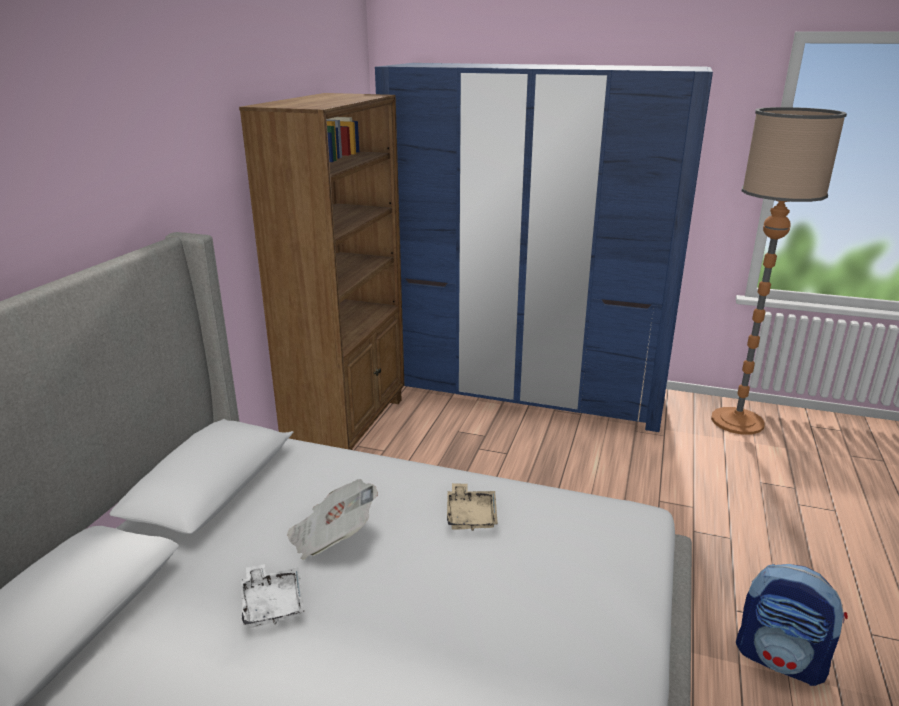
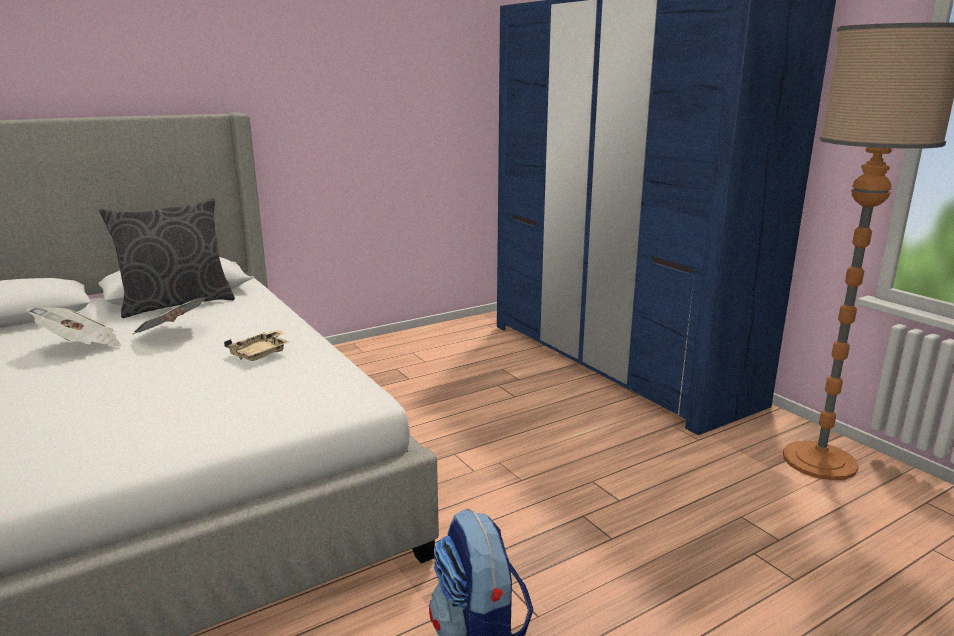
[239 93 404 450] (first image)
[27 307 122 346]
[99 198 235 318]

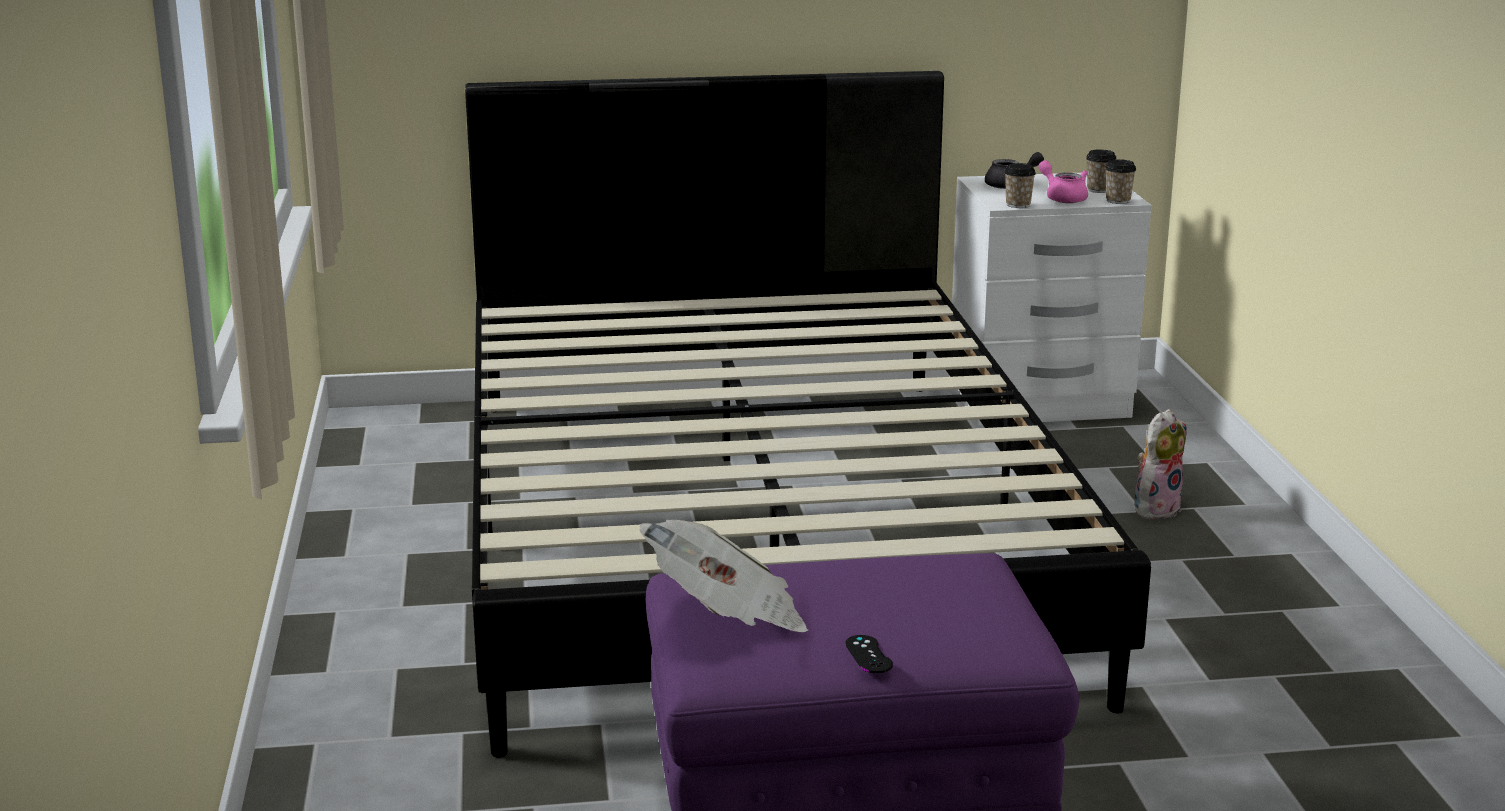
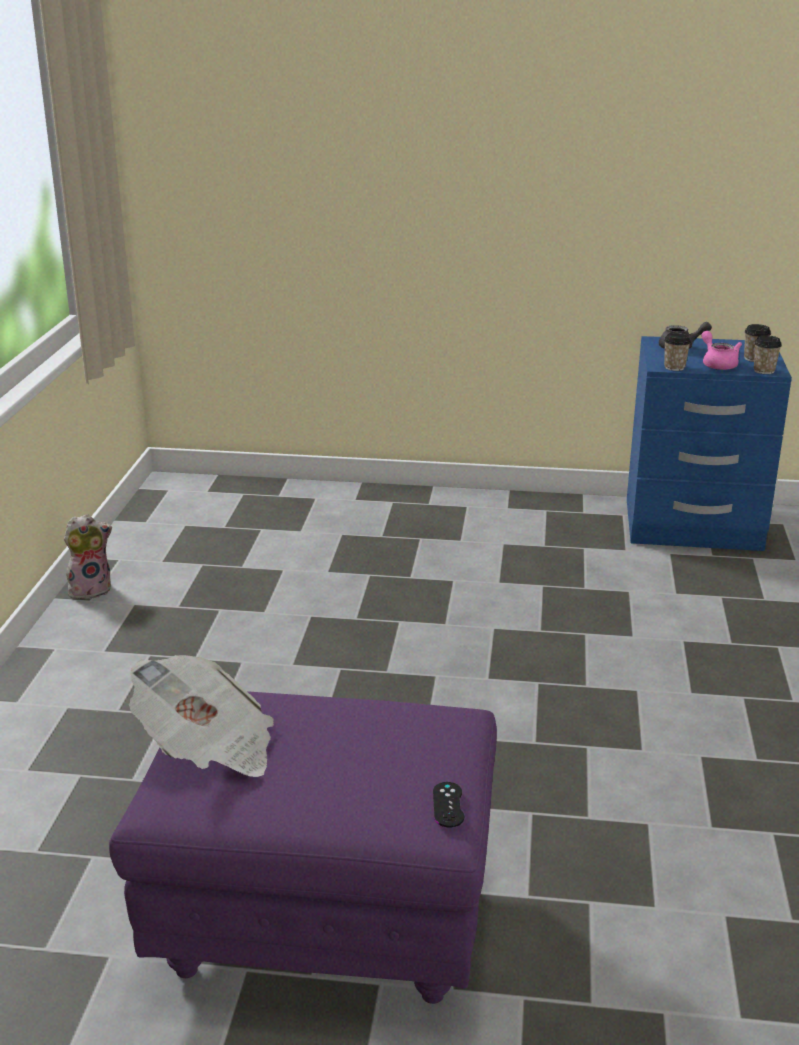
[465 71 1151 758] (first image)
[433 782 464 828]
[627 336 792 551]
[64 514 112 599]

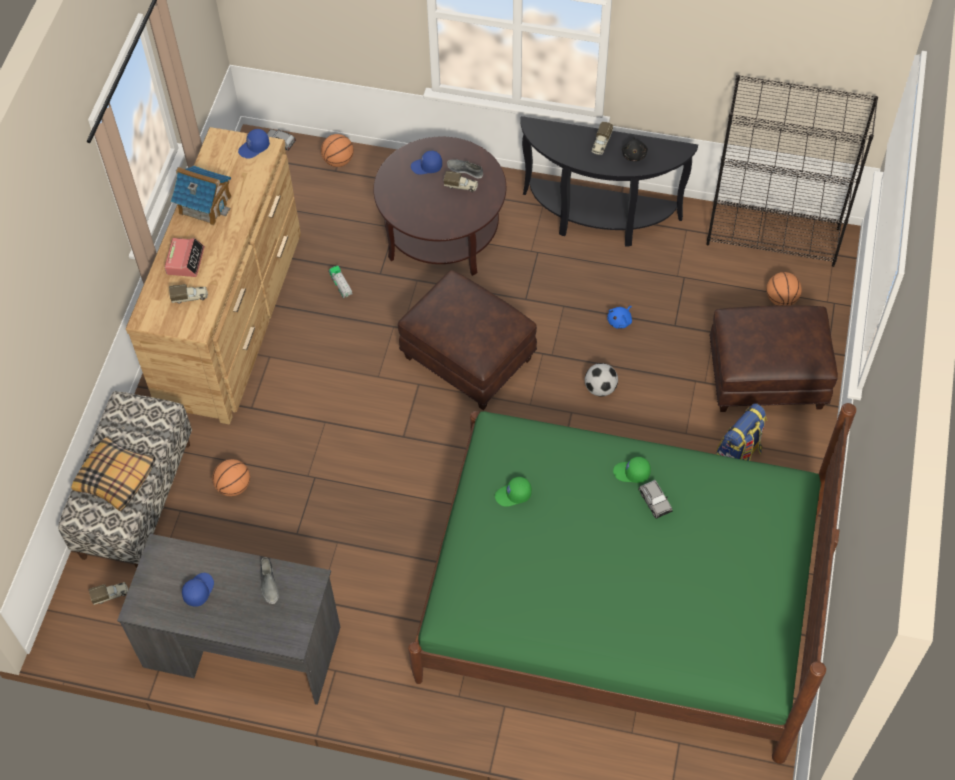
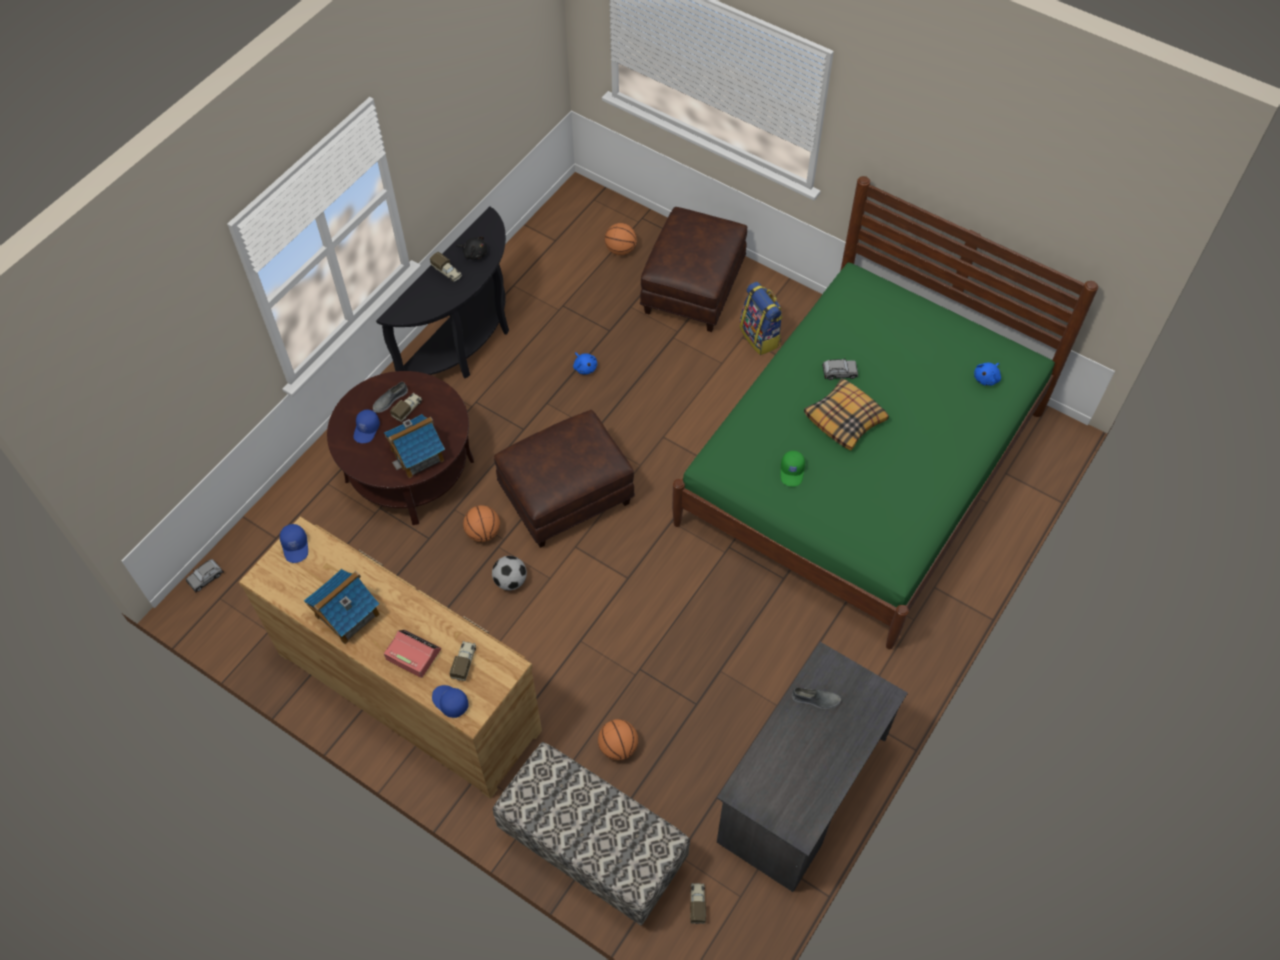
[804 378 889 450]
[432 685 468 718]
[463 505 500 542]
[328 266 352 298] (first image)
[492 556 527 590]
[613 457 651 483] (first image)
[706 75 878 267] (first image)
[384 414 445 478]
[974 363 1001 386]

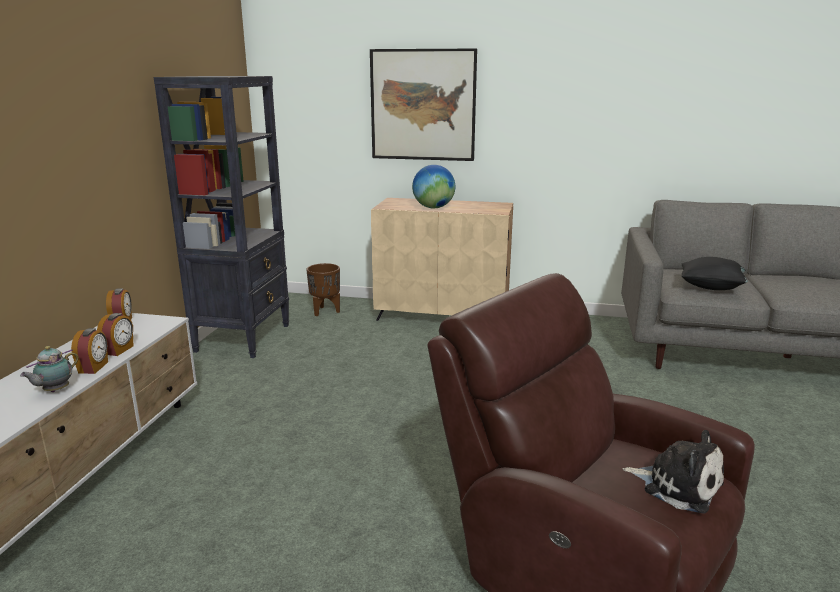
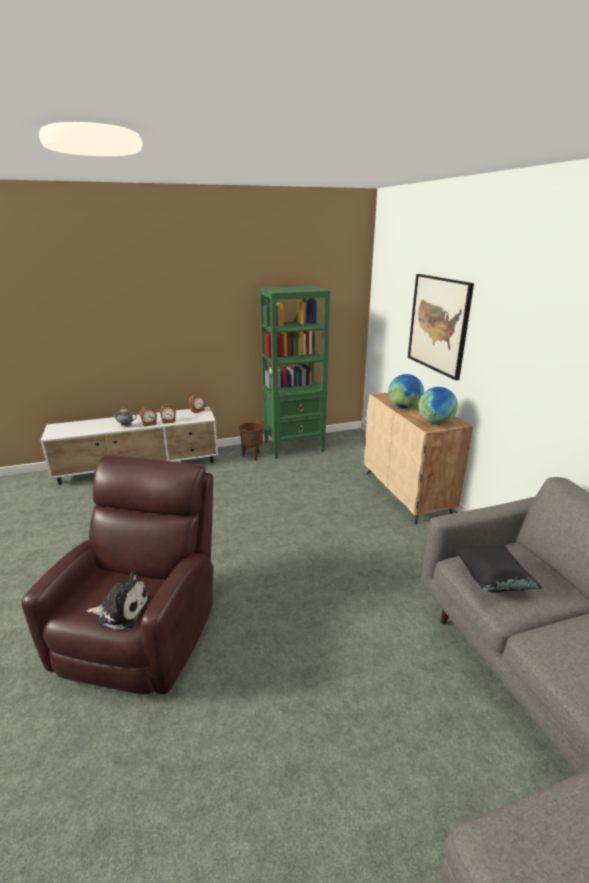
[259 285 330 459]
[240 422 263 460]
[87 571 150 630]
[418 387 458 425]

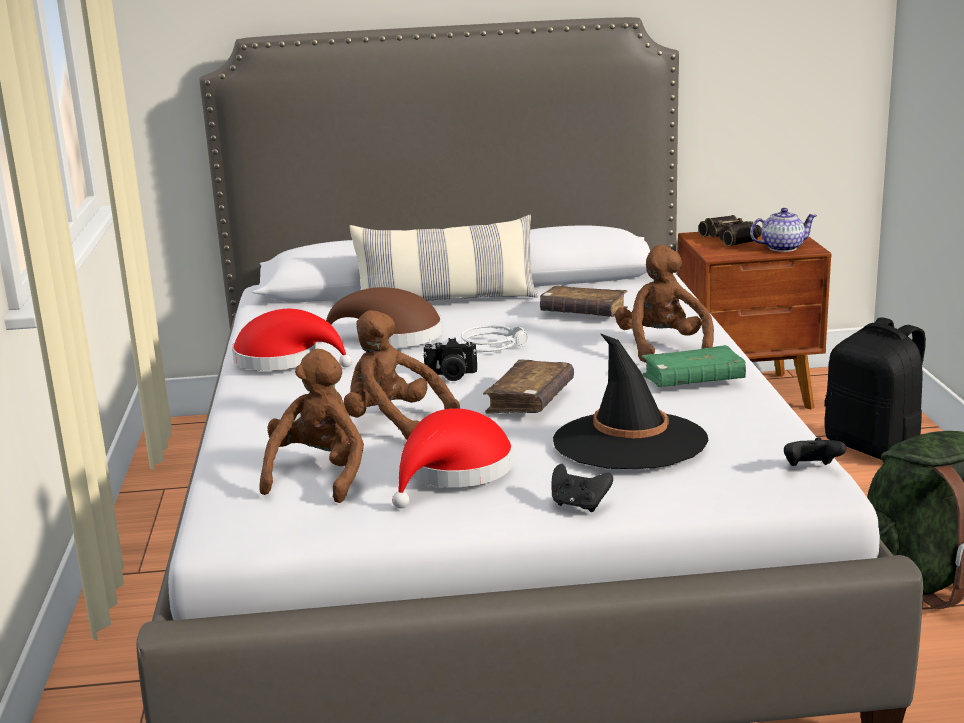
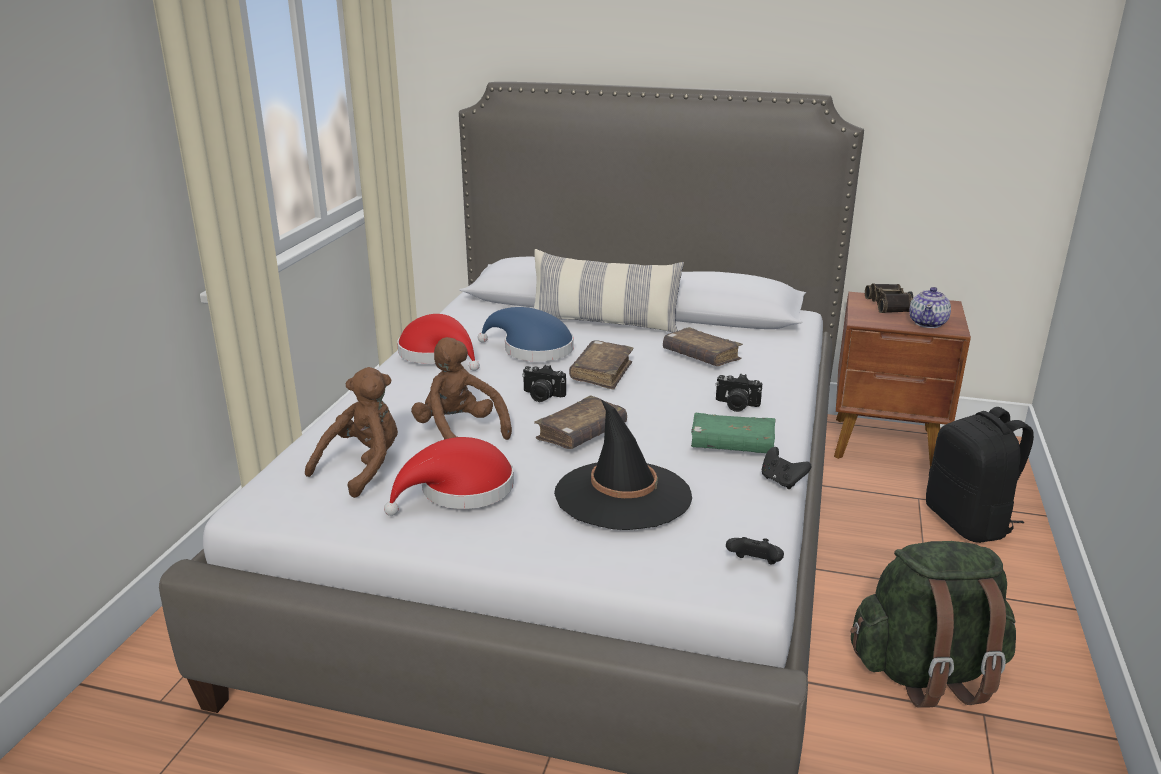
[478 307 574 362]
[569 340 634 390]
[762 447 811 489]
[716 374 762 412]
[909 287 951 328]

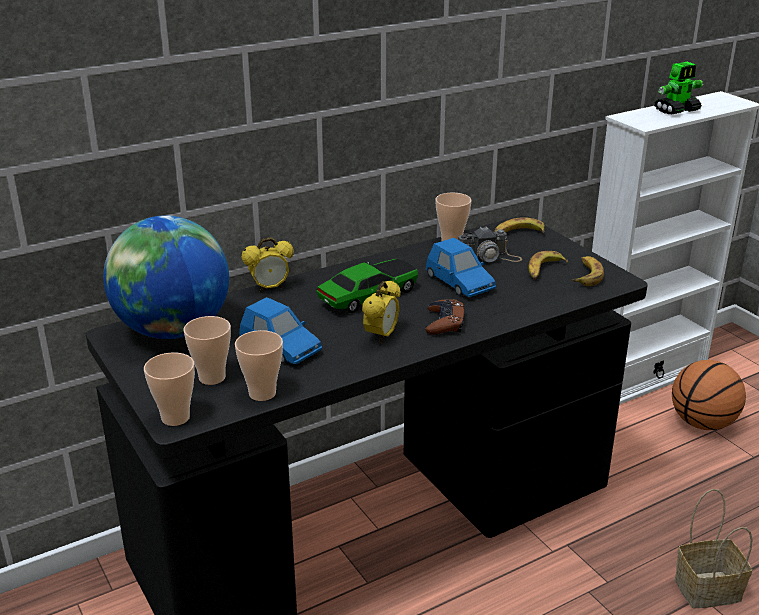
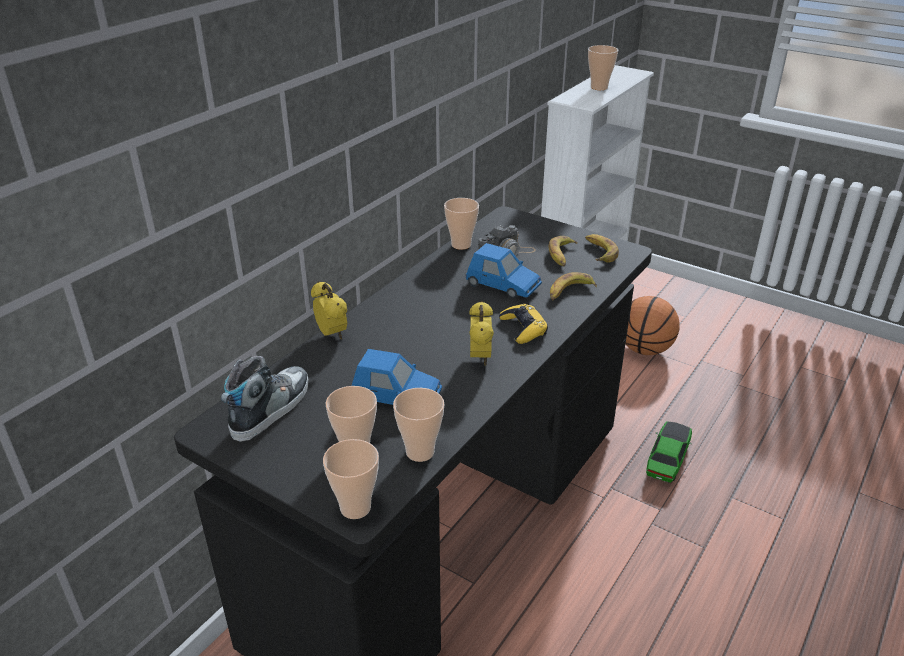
[221 356 309 442]
[311 281 347 339]
[646 422 692 483]
[499 304 548 344]
[550 272 597 300]
[588 45 618 90]
[675 489 753 608] (first image)

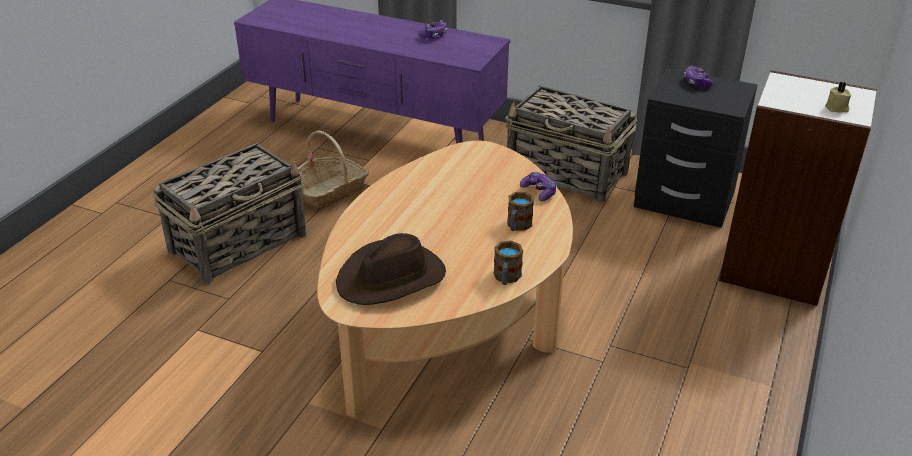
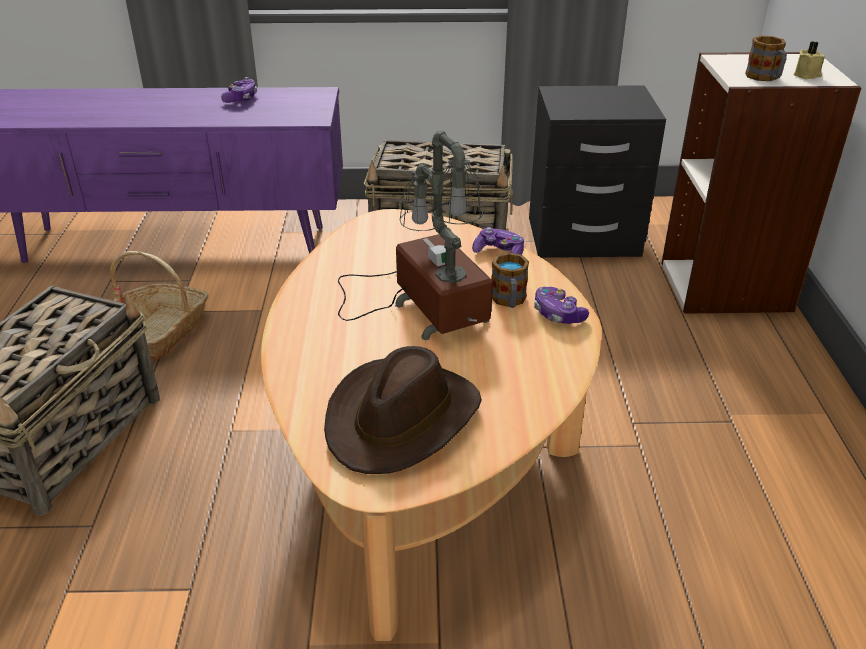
[745 36 787 81]
[534 287 589 324]
[338 131 493 340]

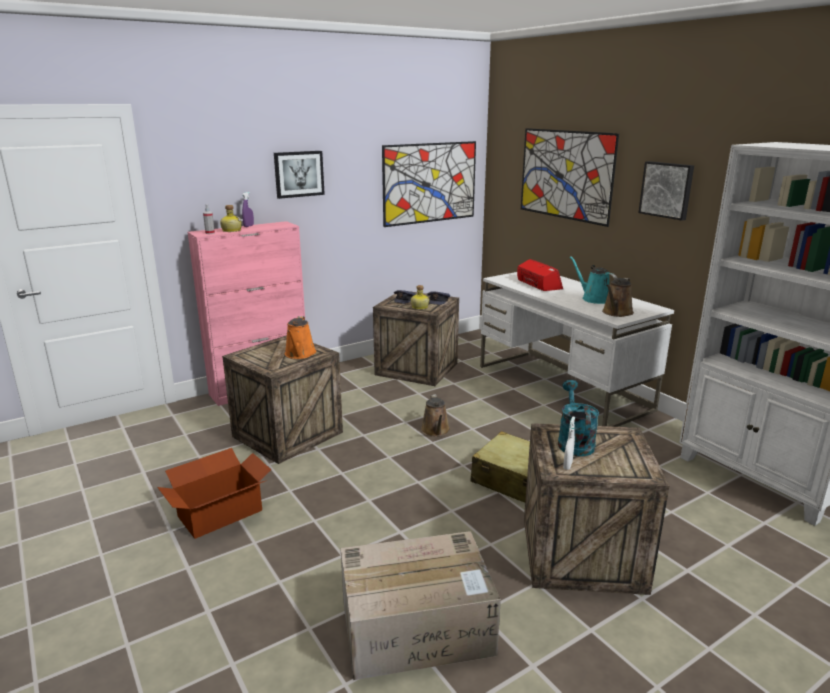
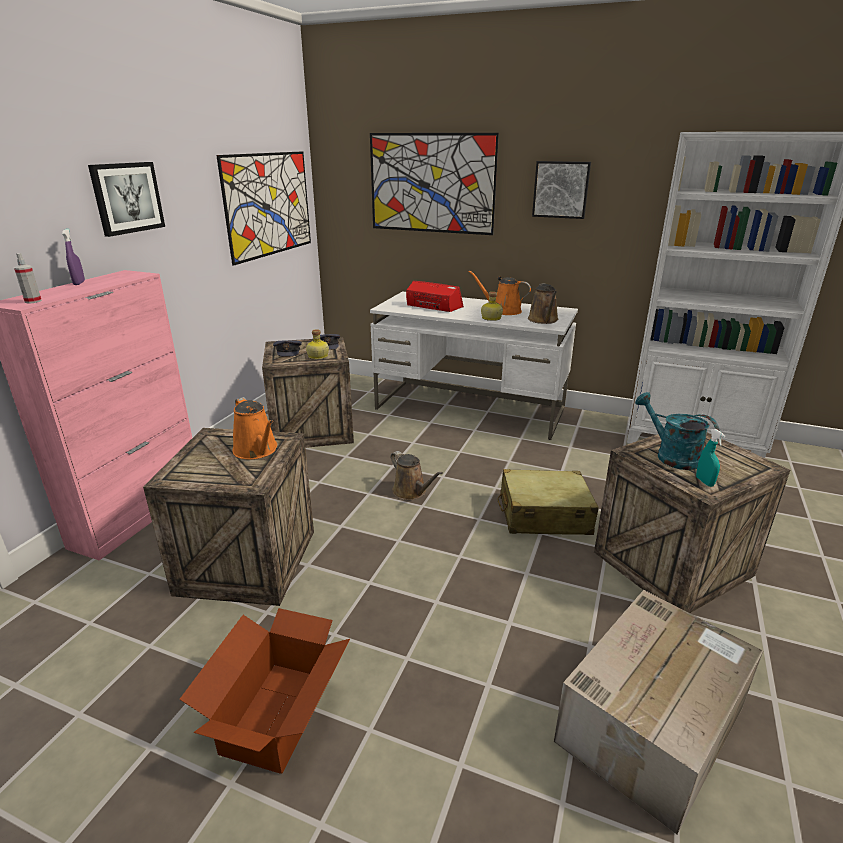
[481 292 503 321]
[696 429 725 487]
[468 271 531 315]

